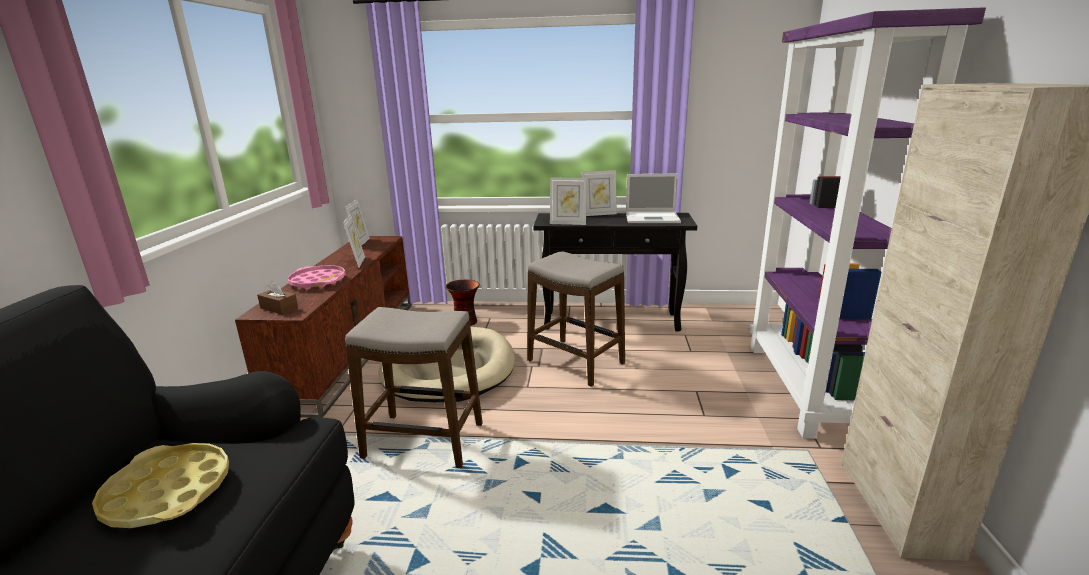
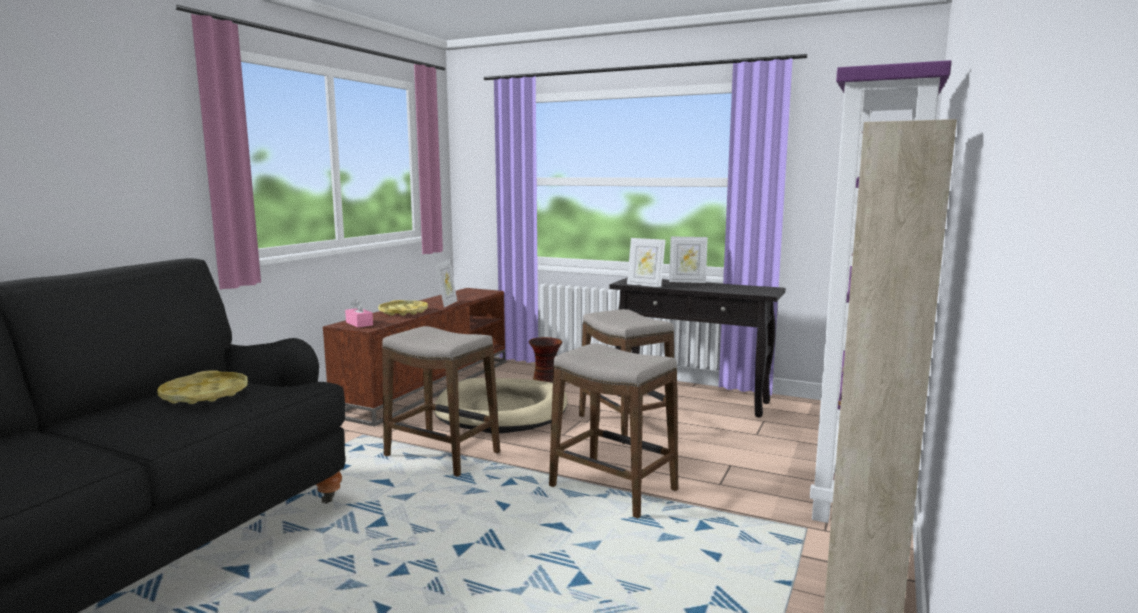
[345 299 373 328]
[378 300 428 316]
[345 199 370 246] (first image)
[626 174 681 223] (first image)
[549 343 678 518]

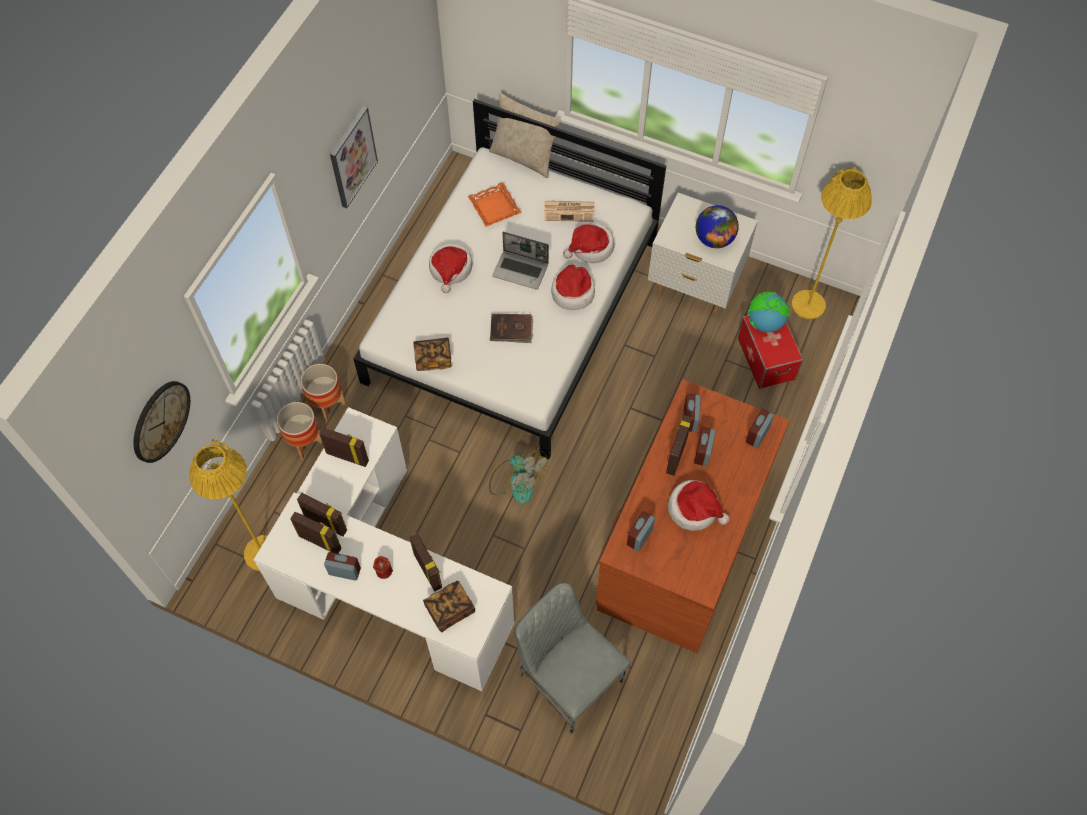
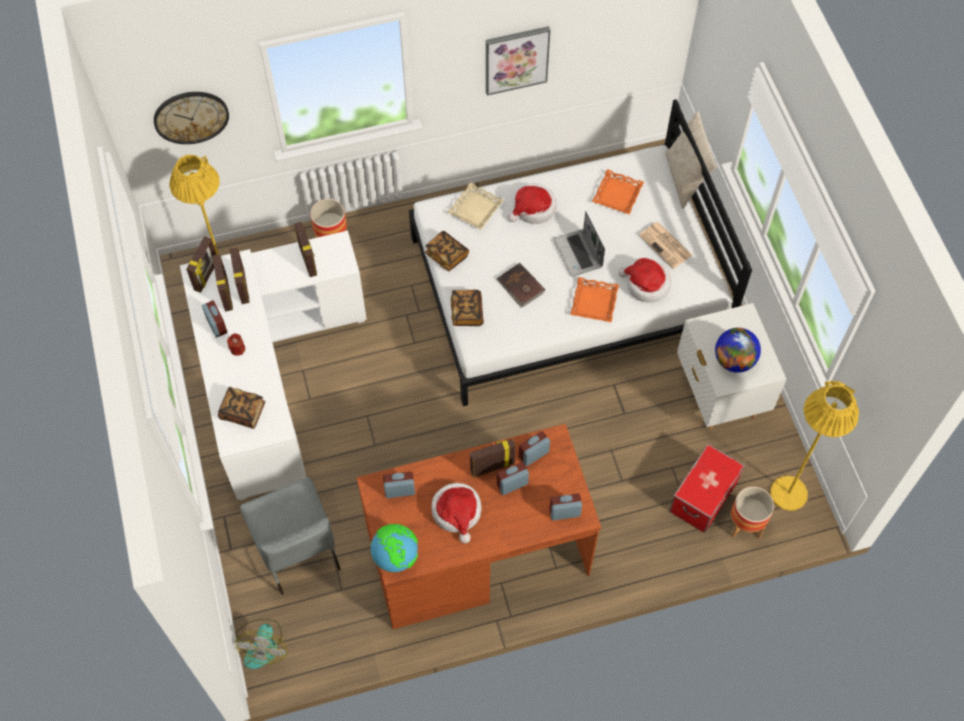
[730 486 774 539]
[186 236 216 293]
[235 619 288 669]
[240 477 341 595]
[570 277 619 323]
[371 524 418 572]
[447 182 504 230]
[451 290 484 326]

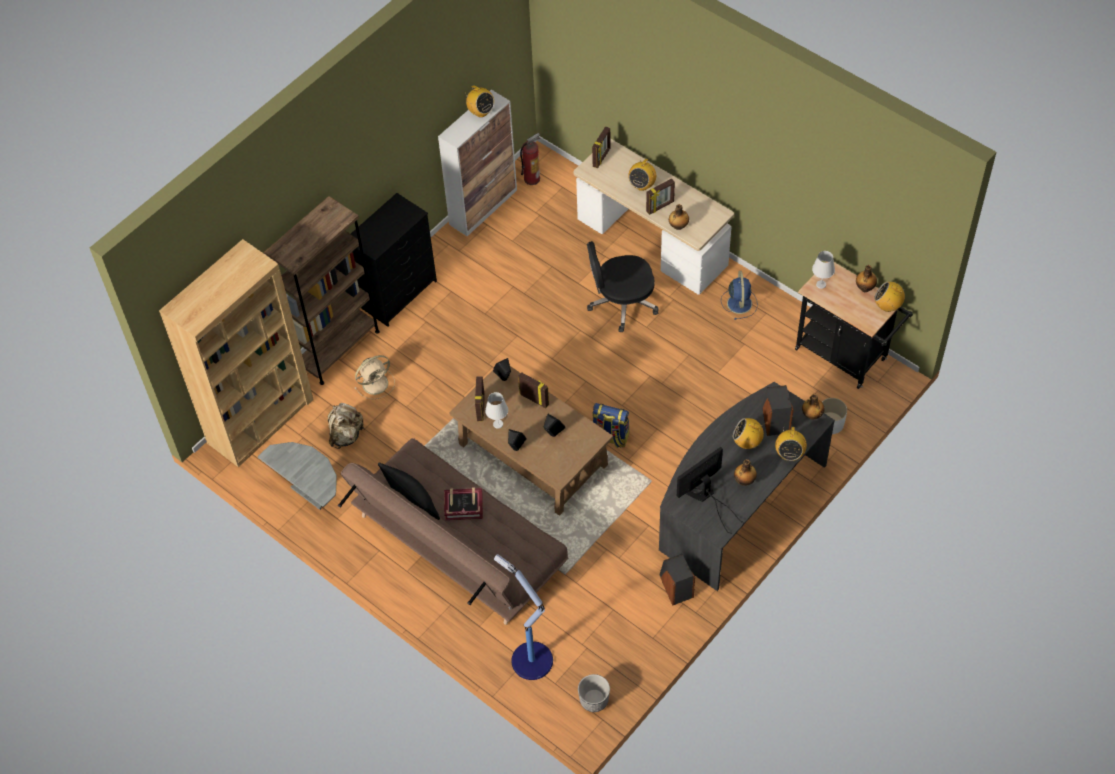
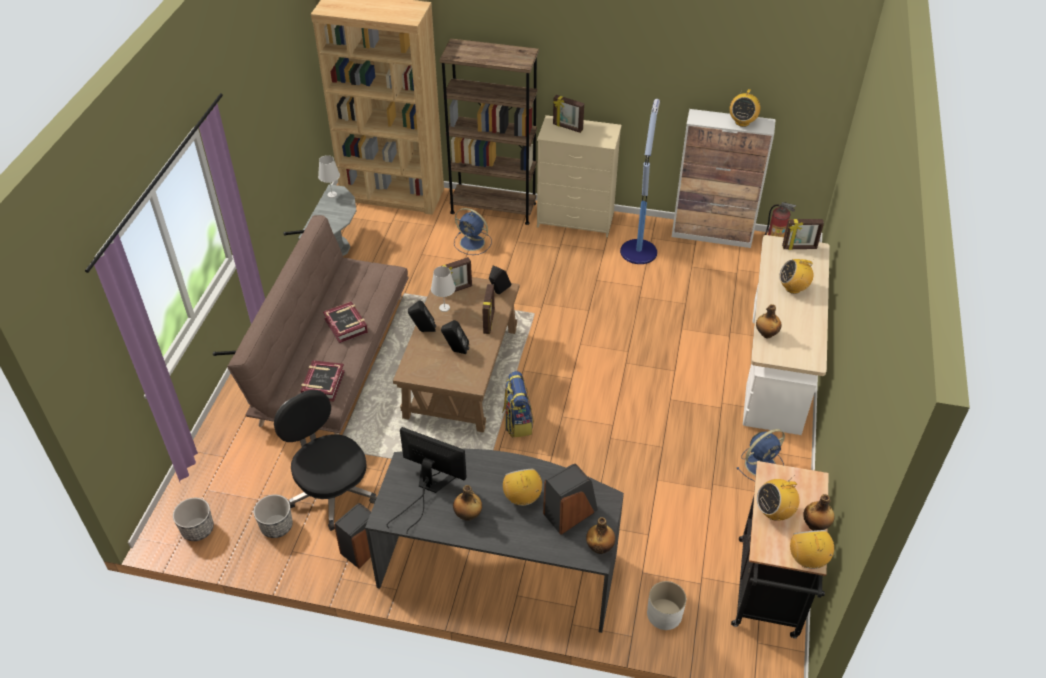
[328 403 364 449] (first image)
[537 115 622 237]
[454 208 492 255]
[378 462 440 520] (first image)
[620 99 660 264]
[274 390 377 531]
[553 95 584 133]
[757 475 799 521]
[318 155 340 198]
[254 495 293 538]
[301 360 345 402]

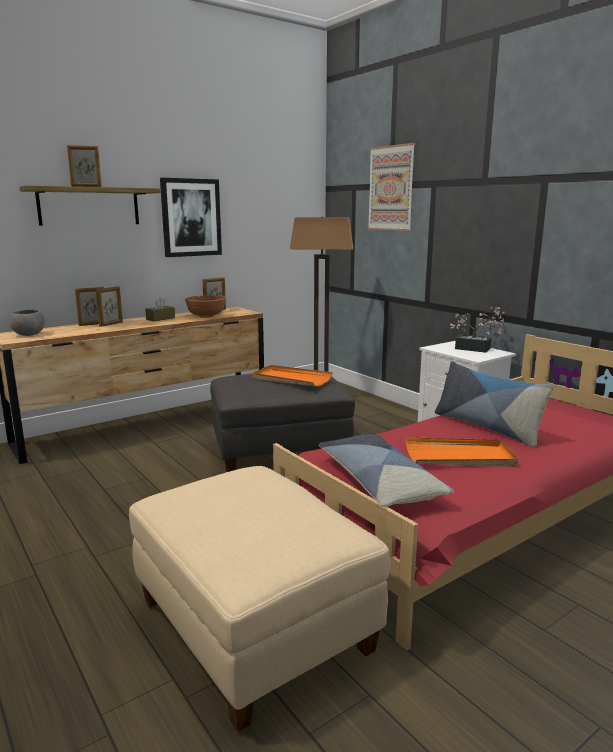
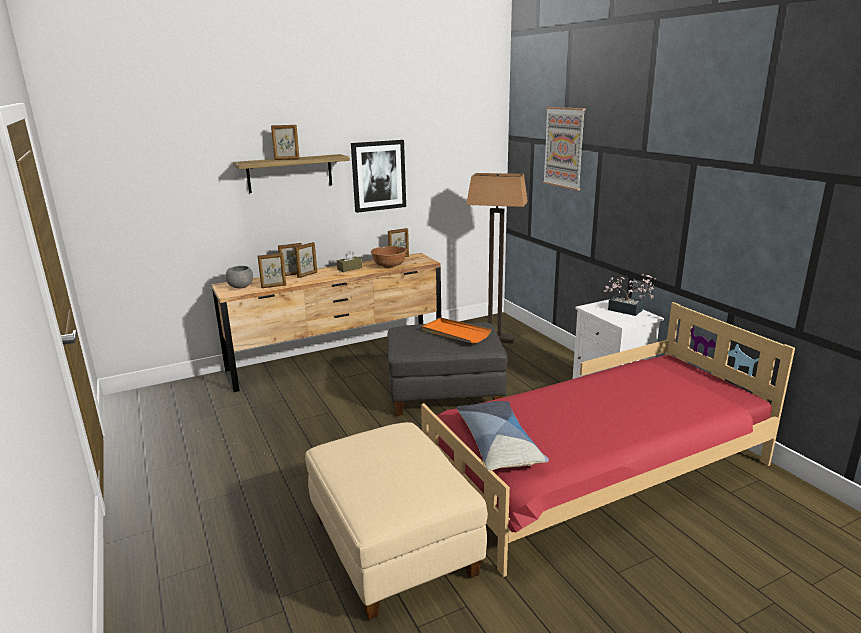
[405 437 518 467] (first image)
[435 361 554 447] (first image)
[258 253 286 288]

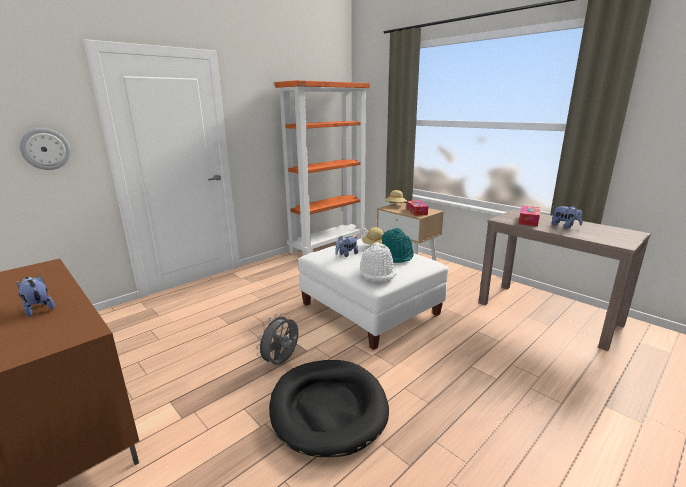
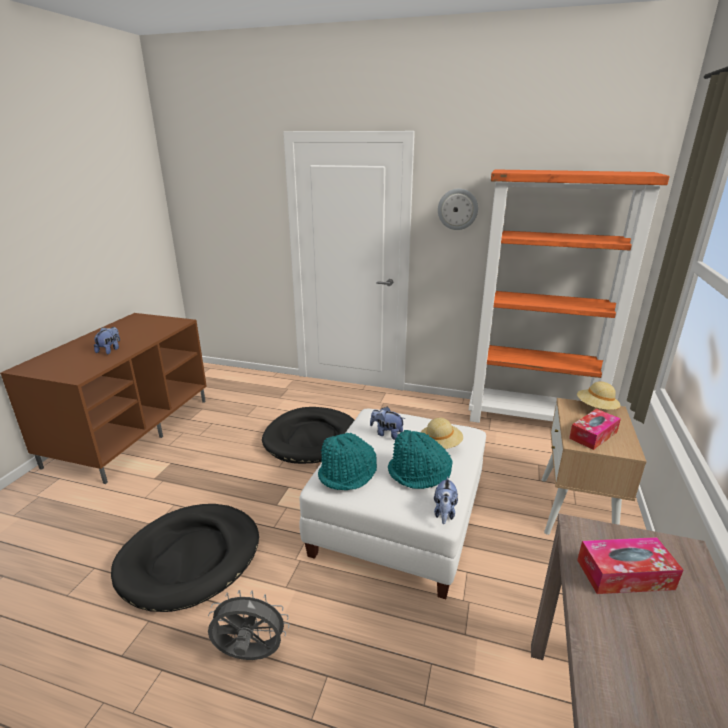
[438 189 478 230]
[208 590 289 660]
[318 433 377 490]
[434 476 458 524]
[262 407 354 464]

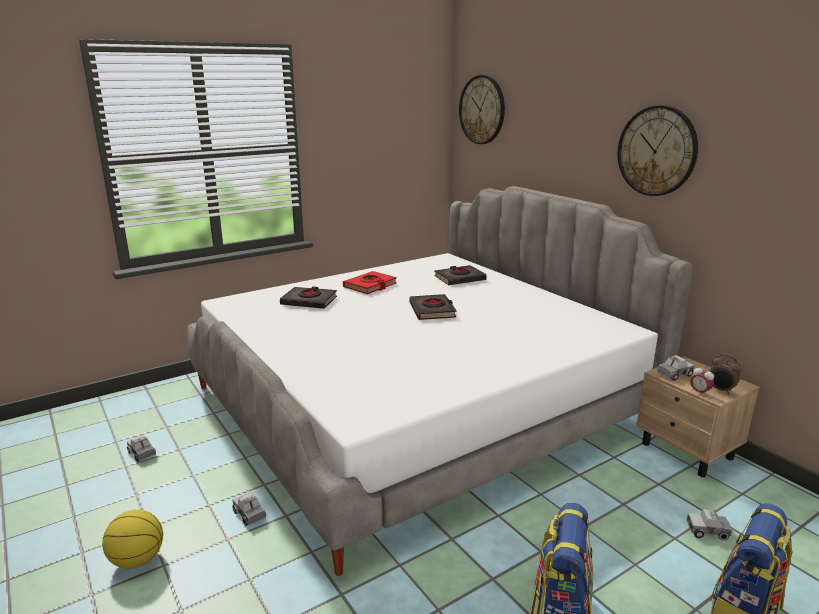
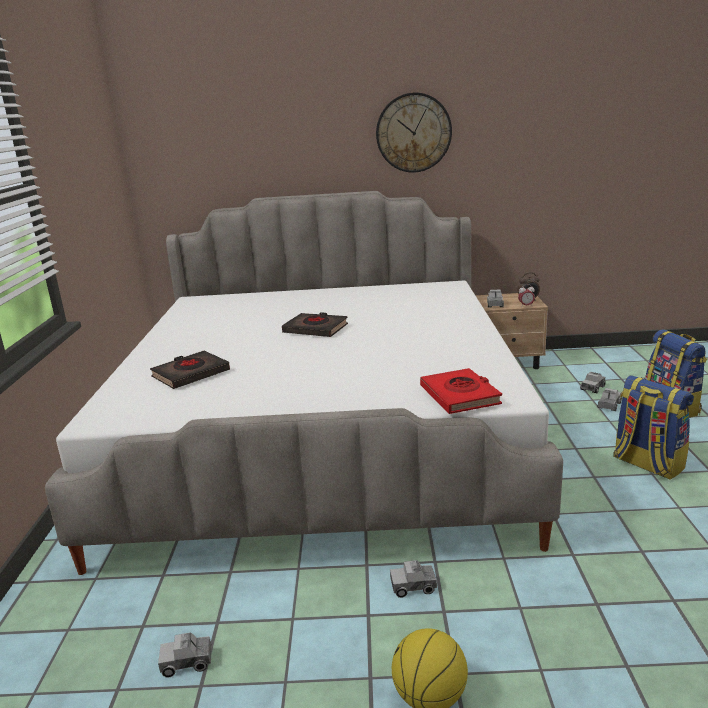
[420 368 502 414]
[434 265 487 285] (first image)
[459 75 505 144] (first image)
[598 388 622 411]

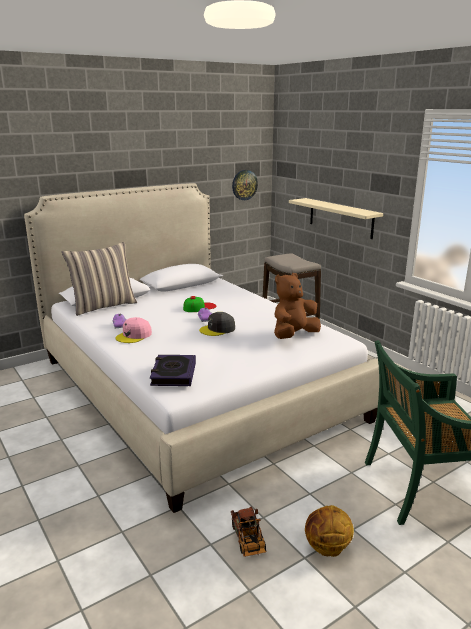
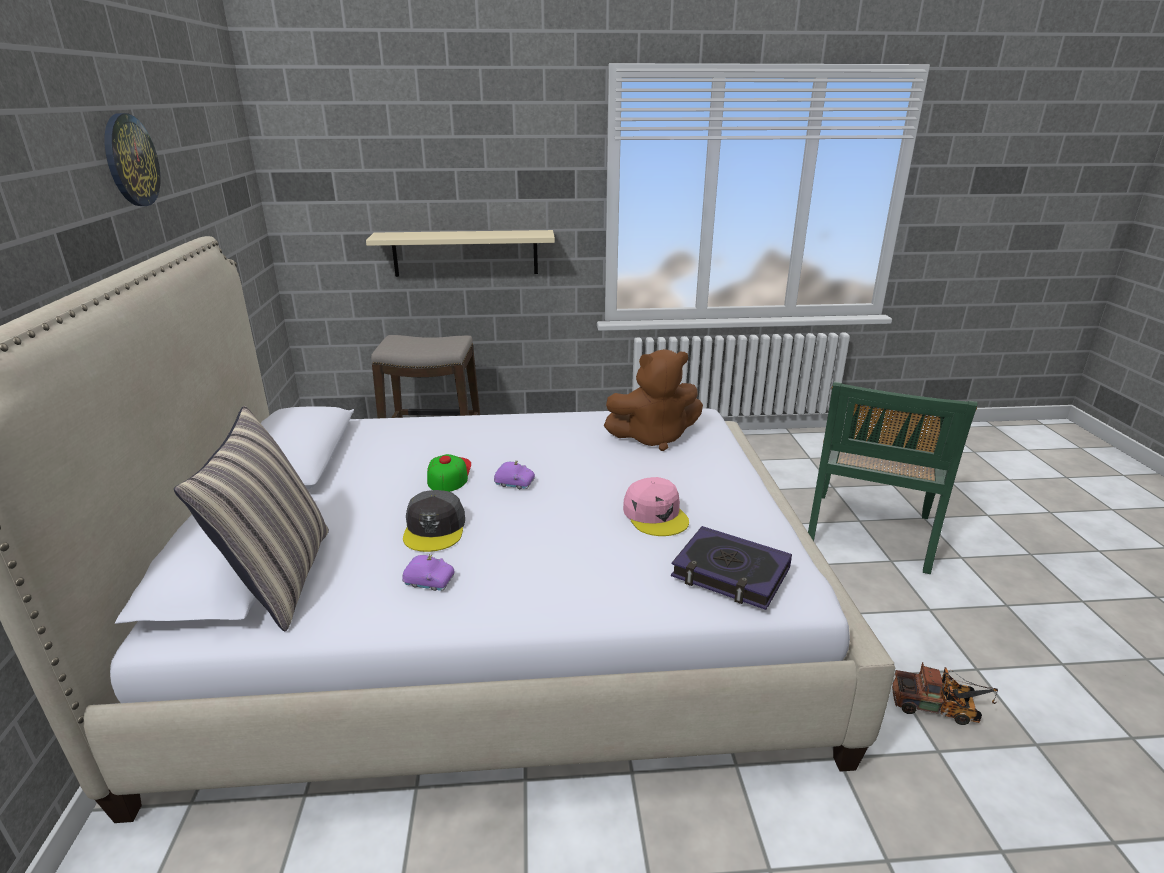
[623 477 689 536]
[403 490 465 552]
[105 113 160 206]
[604 349 703 451]
[305 505 354 557] (first image)

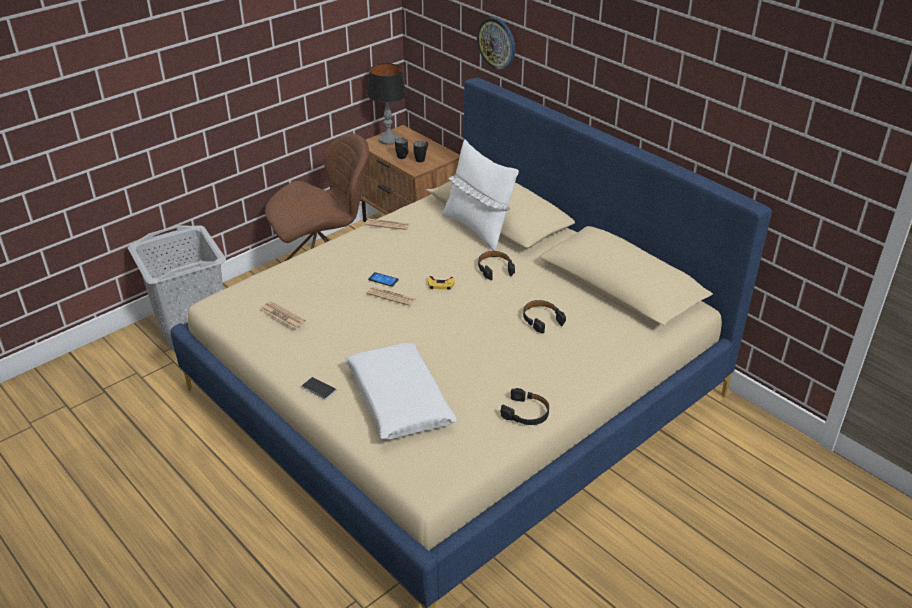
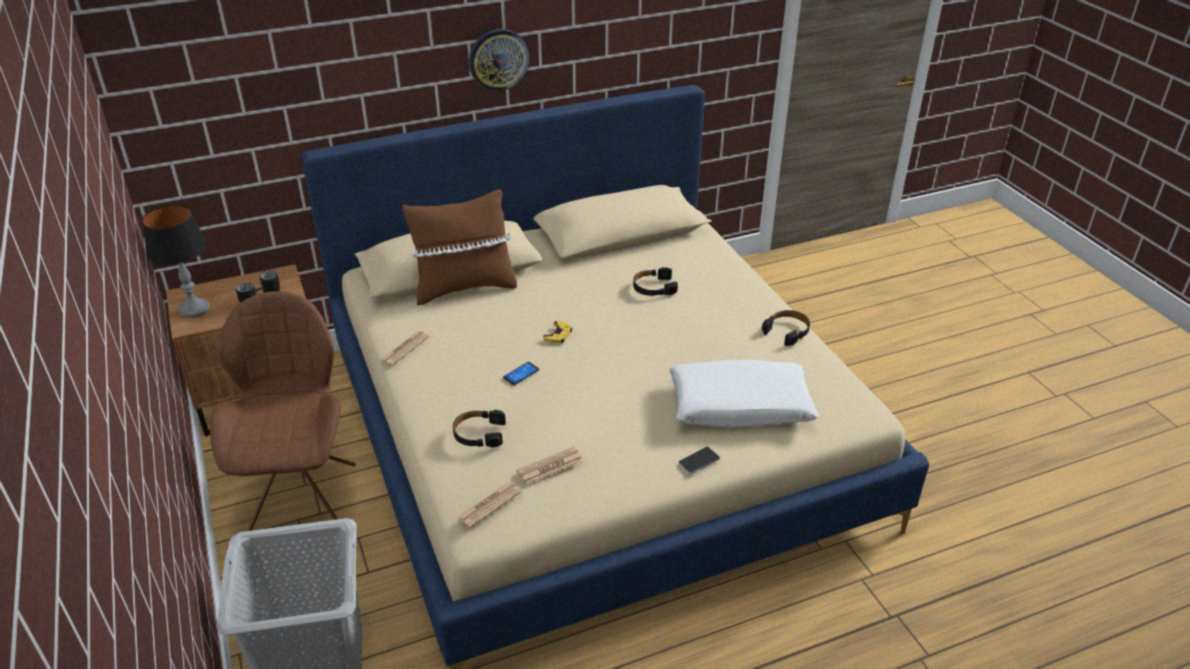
[457 482 522 528]
[402 189 517 305]
[469 29 530 91]
[453 410 506 448]

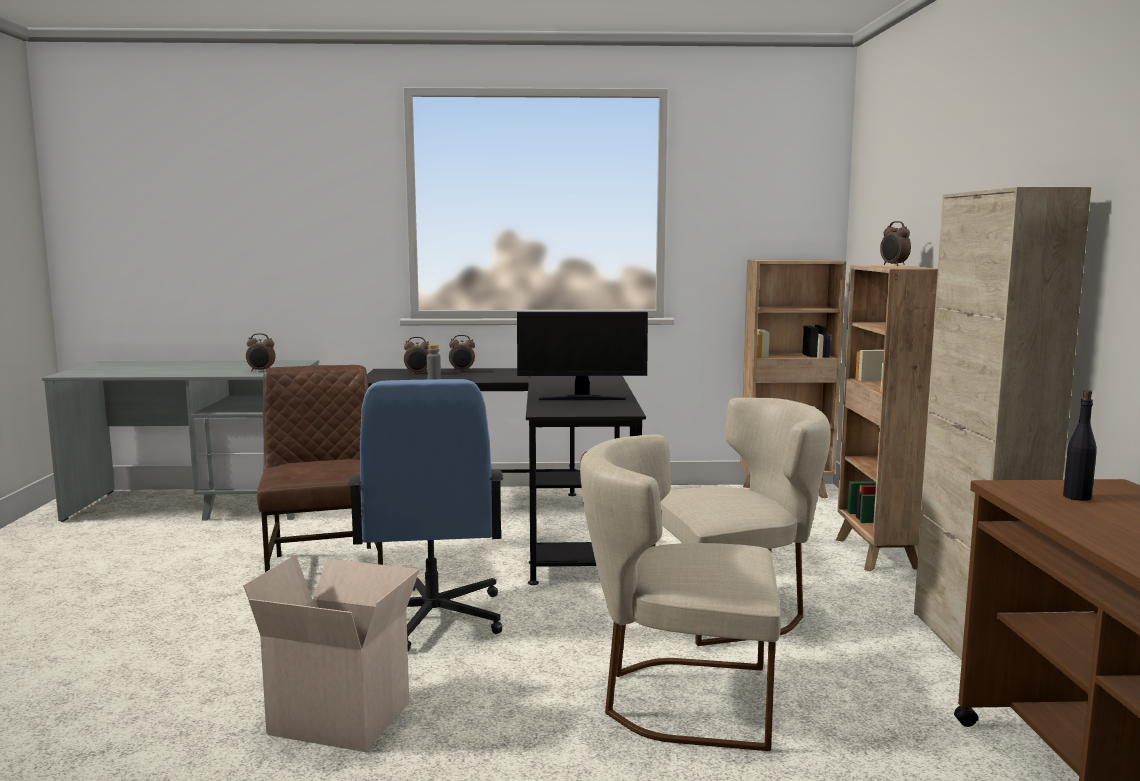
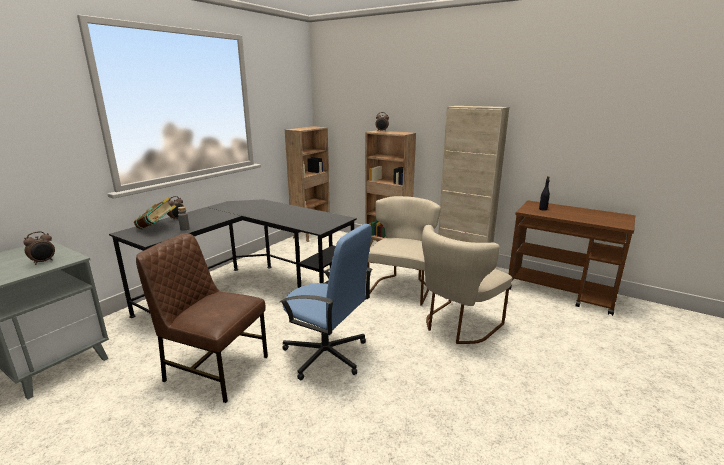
[243 554 420 752] (first image)
[134 198 176 230]
[517 312 648 400] (first image)

